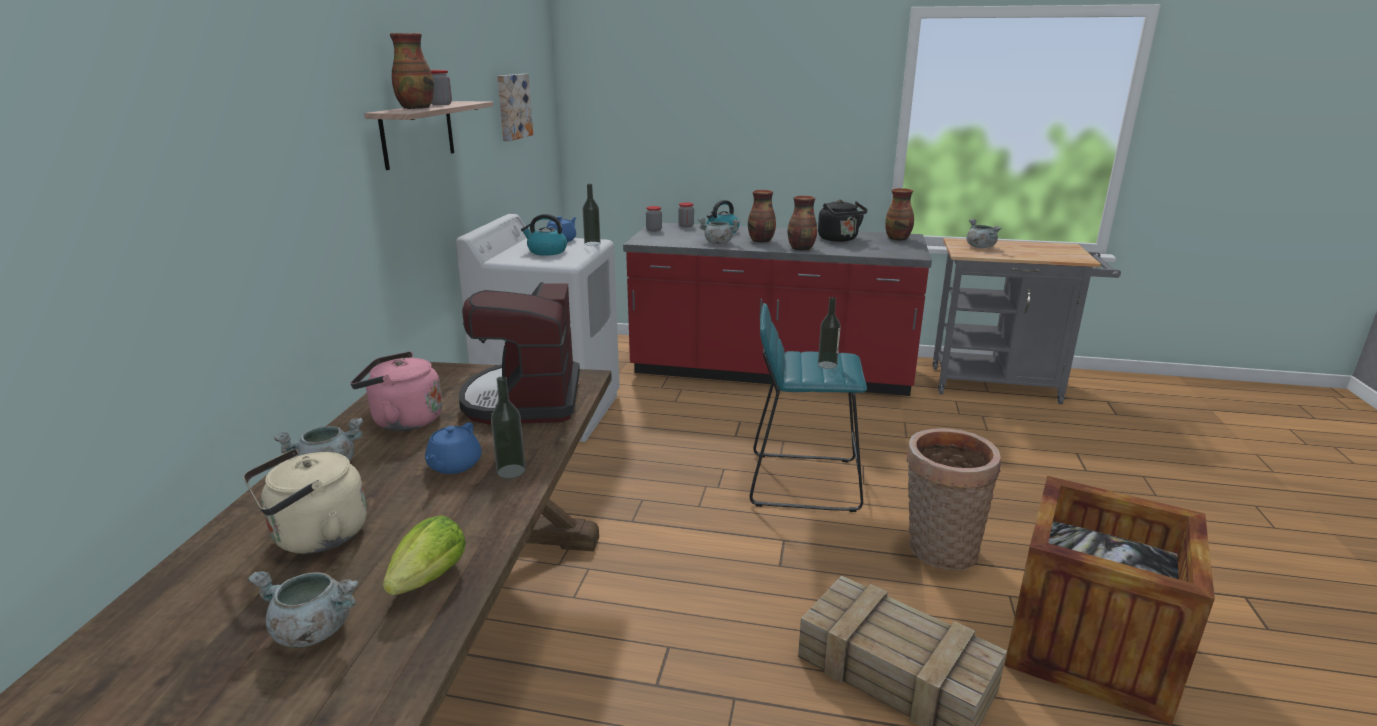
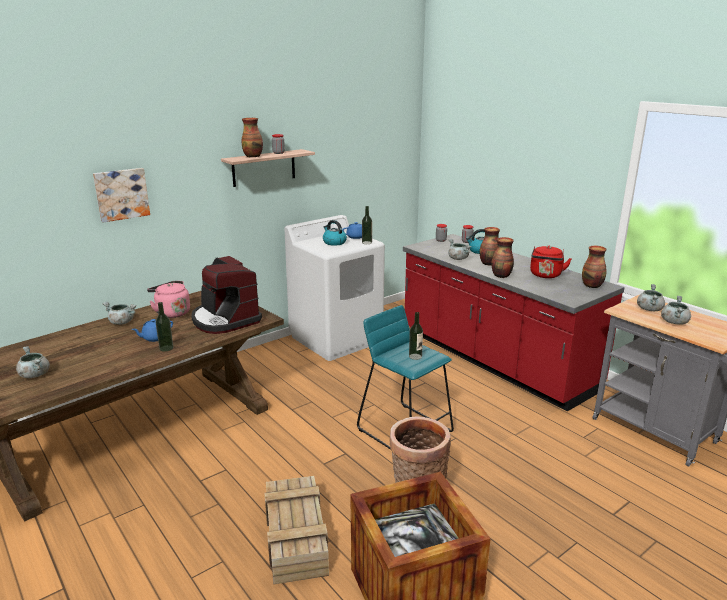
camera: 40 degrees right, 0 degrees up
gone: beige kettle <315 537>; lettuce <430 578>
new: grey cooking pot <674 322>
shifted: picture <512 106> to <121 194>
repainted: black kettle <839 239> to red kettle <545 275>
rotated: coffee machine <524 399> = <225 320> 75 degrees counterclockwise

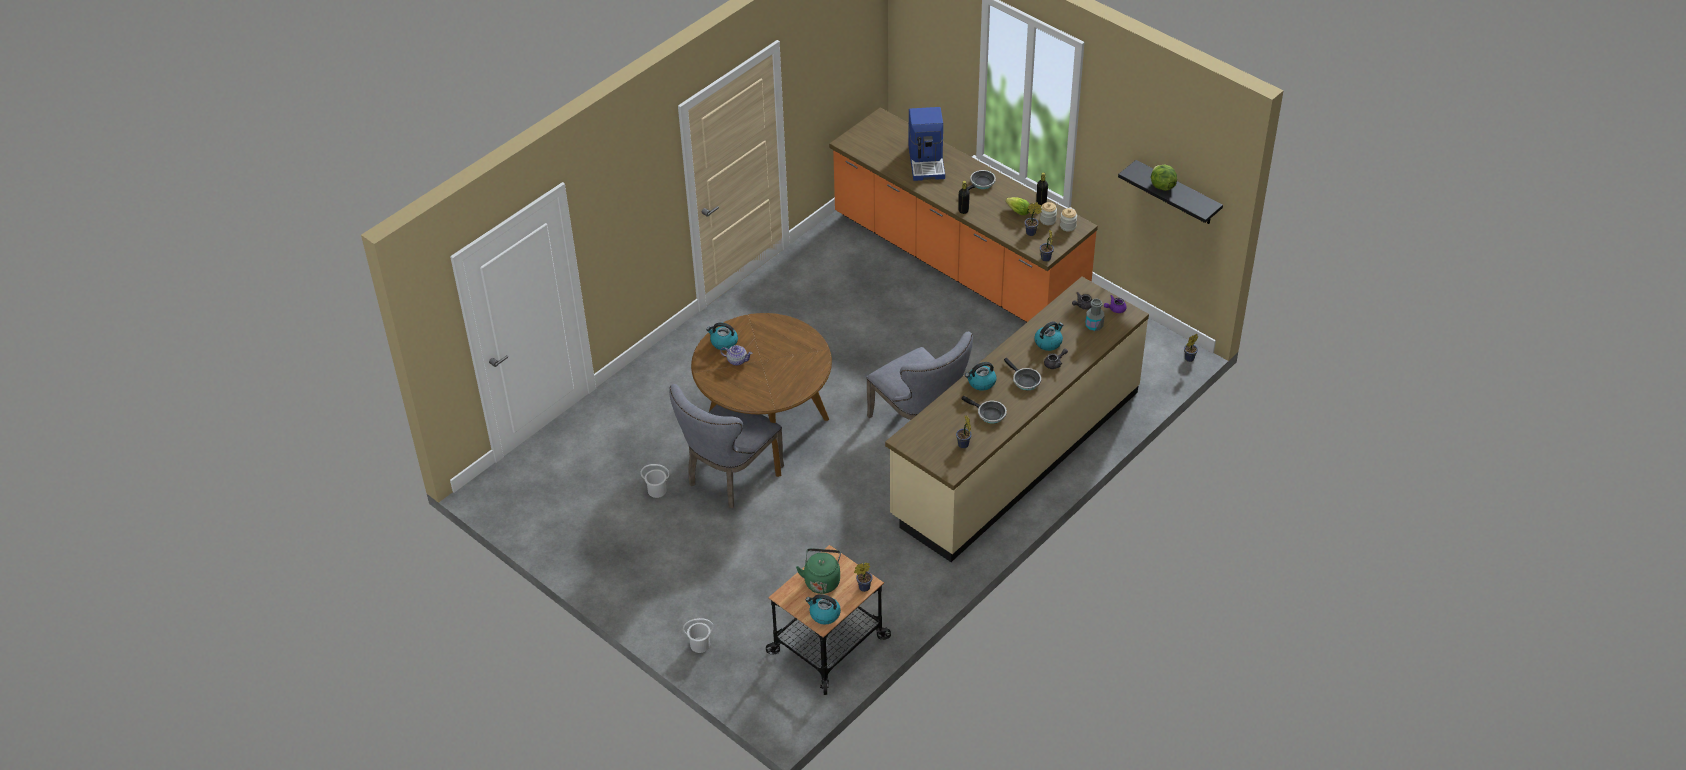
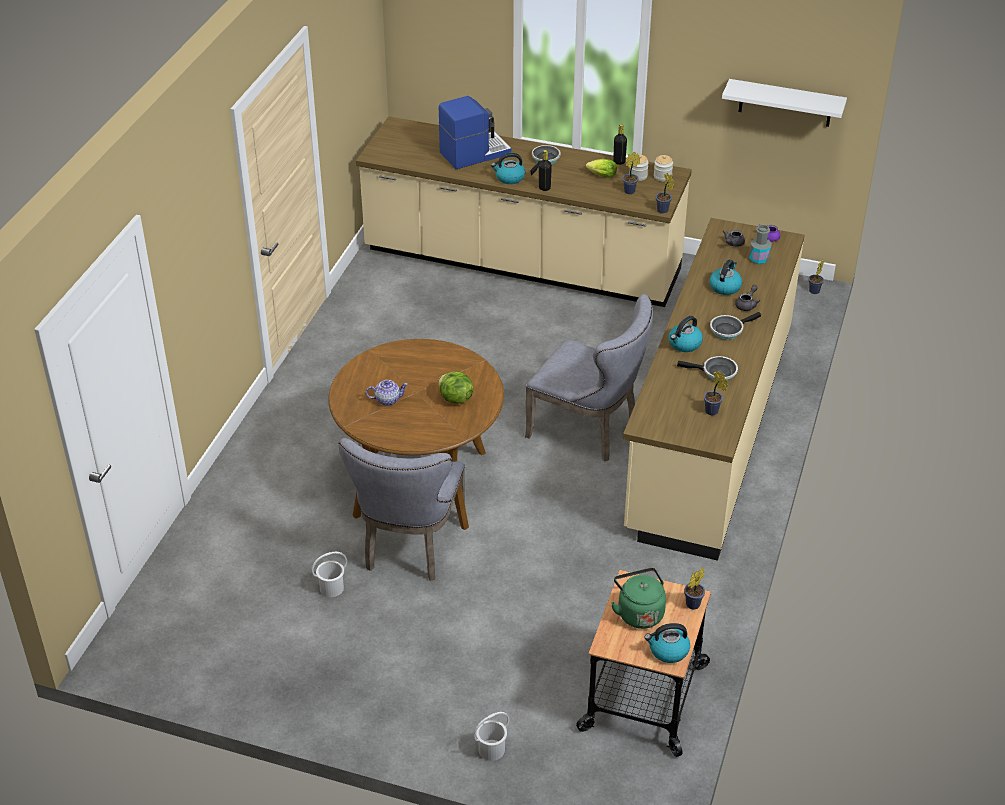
camera: 25 degrees left, 5 degrees down
shifted: lettuce <1162 186> to <455 399>; kettle <723 342> to <509 178>
repainted: orange counter <957 262> to beige counter <522 263>; black shelf <1177 193> to white shelf <785 103>
rotated: coffee machine <927 161> = <474 153> 90 degrees counterclockwise; frying pan <1024 380> = <728 329> 120 degrees clockwise

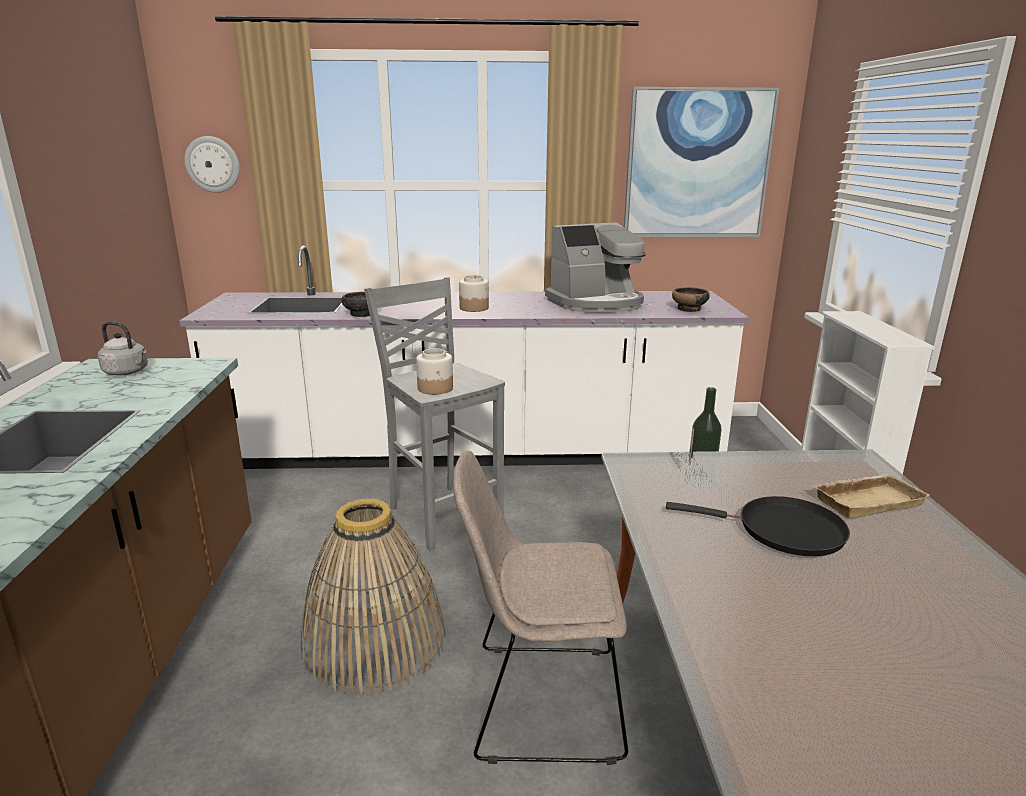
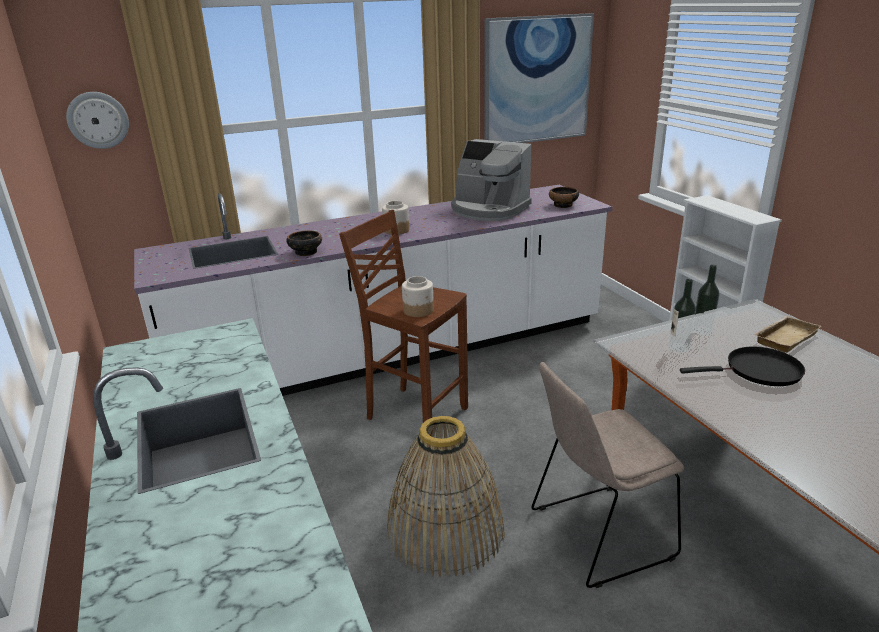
camera: 20 degrees left, 5 degrees up
gone: grey kettle <128 372>
new: bottle <702 331>
repainted: grey stool <442 514> to brown stool <414 413>
rotated: coffee machine <596 303> = <488 210> 75 degrees clockwise

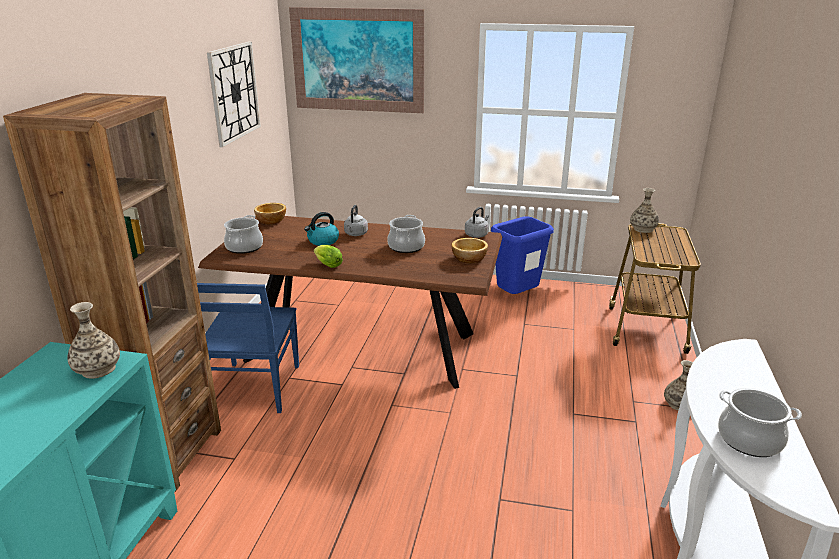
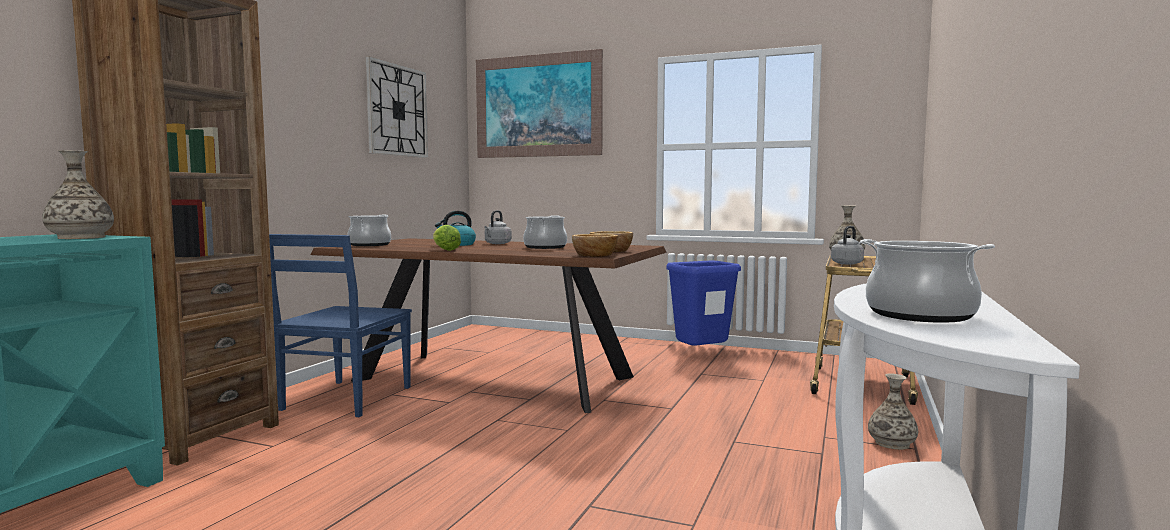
camera: 10 degrees right, 20 degrees down
shifted: bowl <271 221> to <595 255>; grey kettle <477 234> to <847 263>

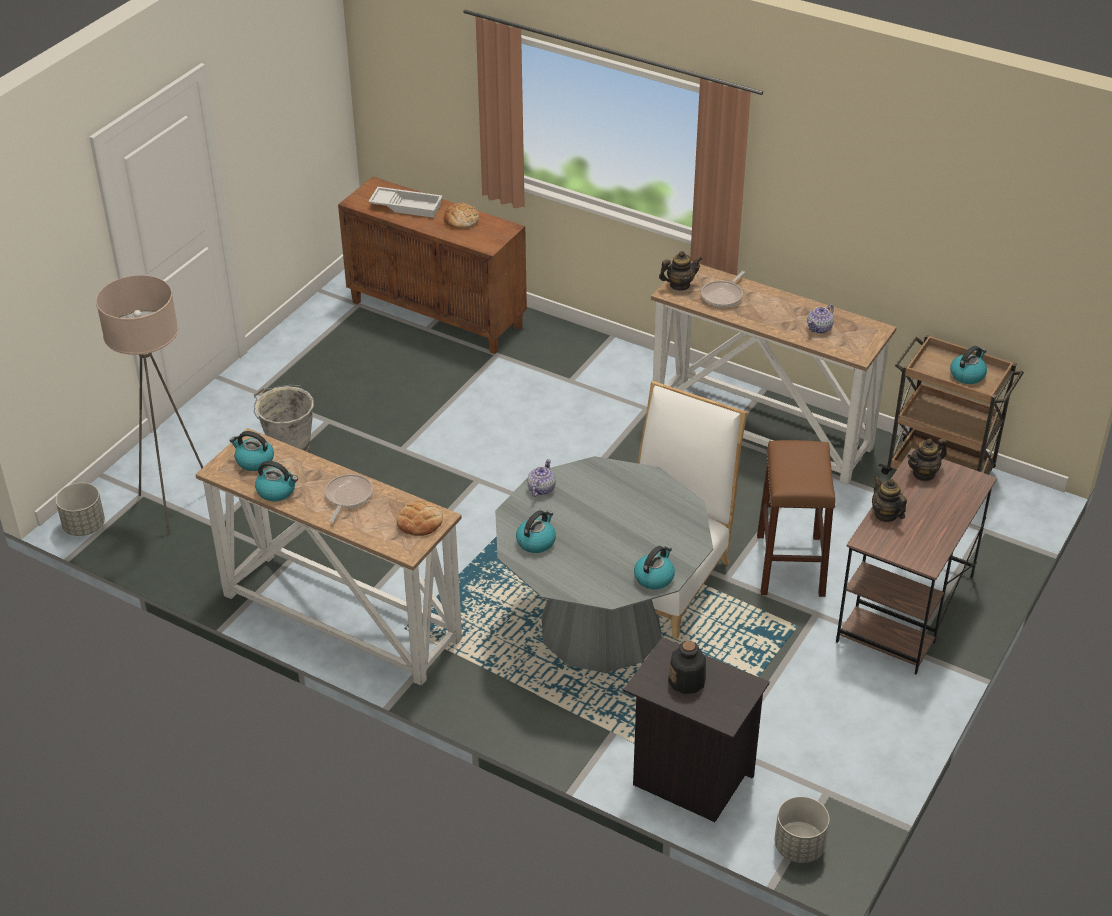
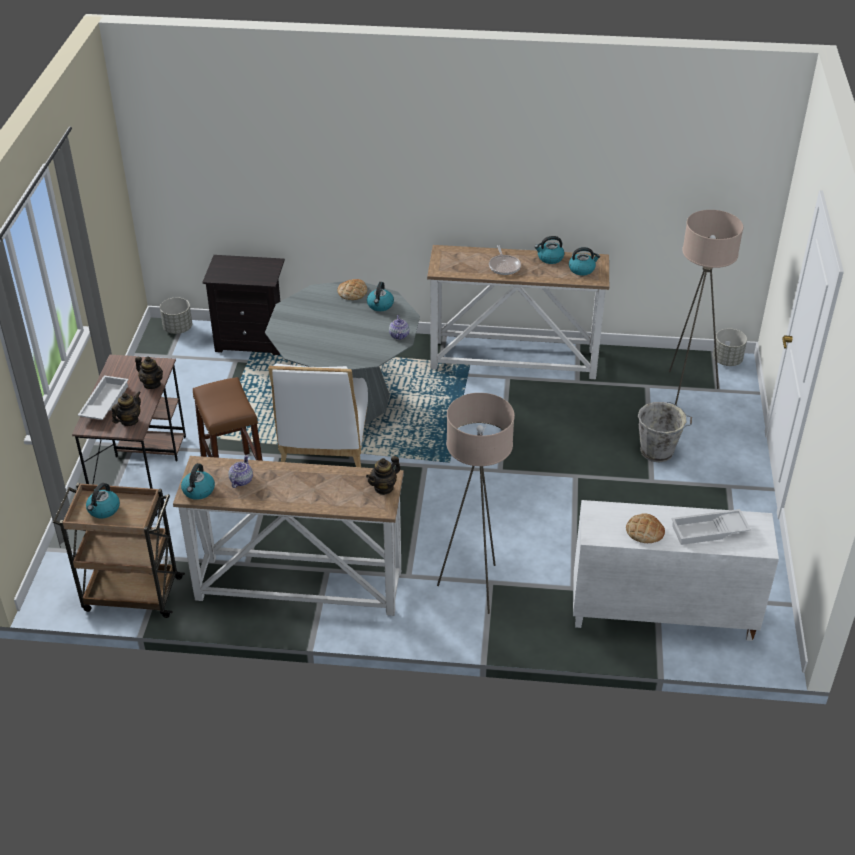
camera: 155 degrees right, 0 degrees up
gone: bottle <687 681>; frying pan <723 296>
new: white tray <104 402>; beige floor lamp <474 587>
shifted: kettle <654 577> to <198 491>; bread <420 522> to <352 292>
repainted: brown cabinet <438 314> to white cabinet <661 614>

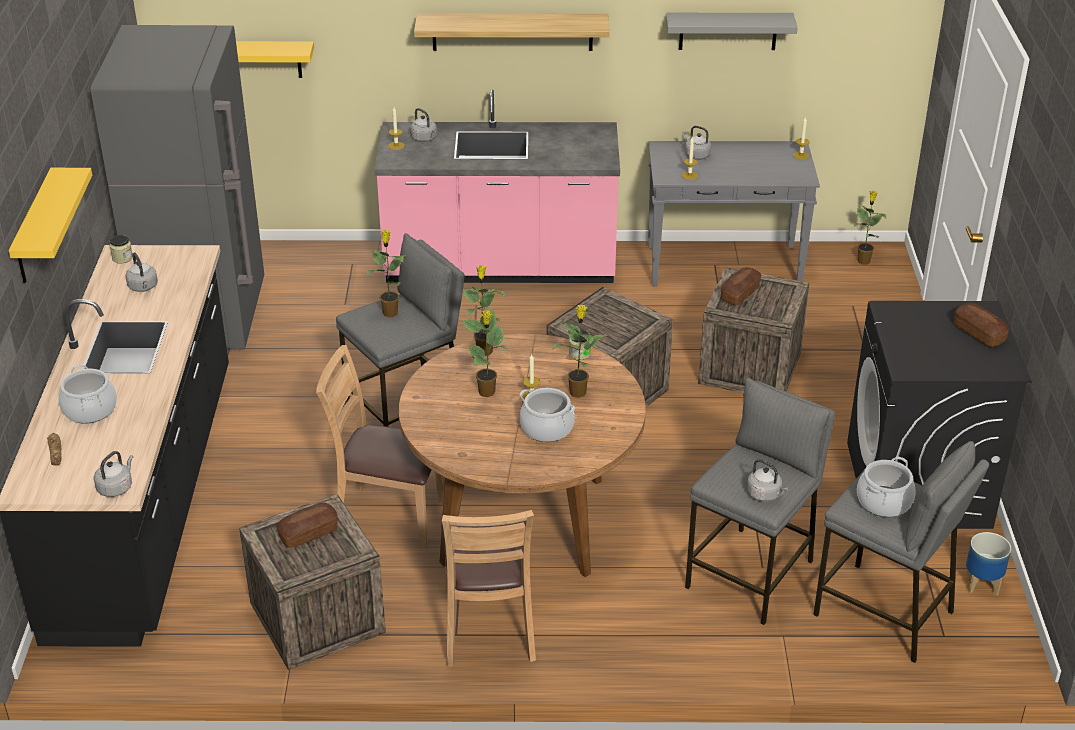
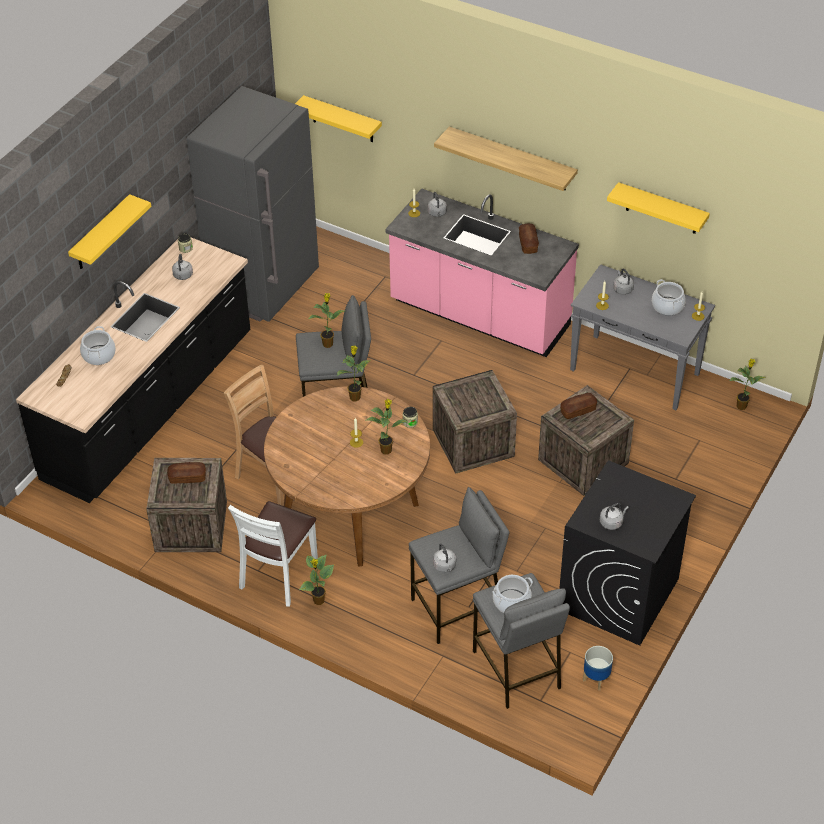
camera: 30 degrees right, 10 degrees up
shifted: potted plant <487 393> to <318 601>; bread <979 333> to <528 243>; grey kettle <116 487> to <612 522>; cooking pot <547 428> to <667 306>
repainted: brown chair <488 627> to white chair <278 574>; grey shelf <728 31> to yellow shelf <662 209>

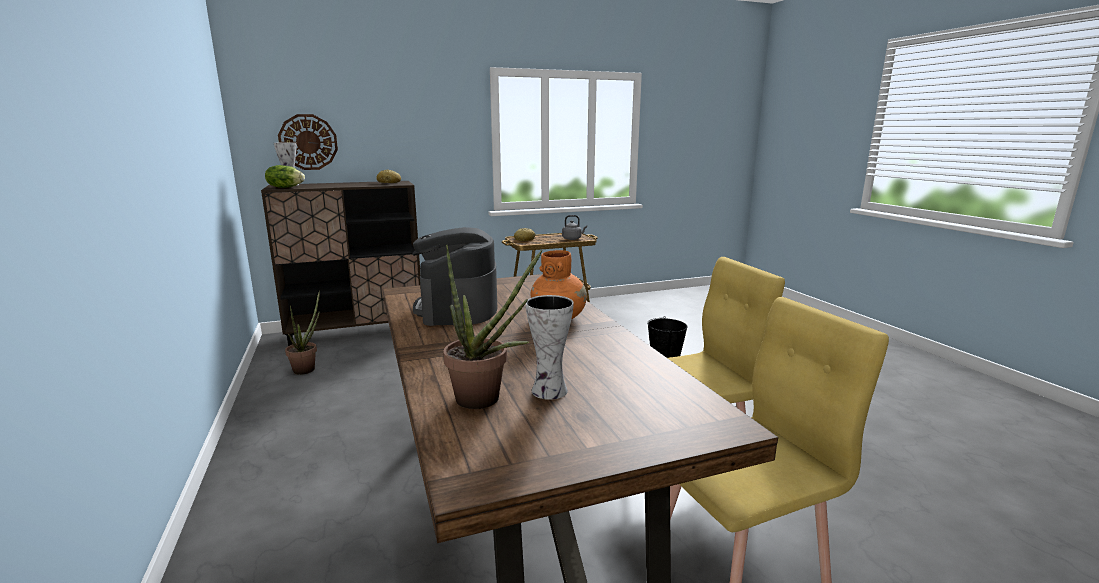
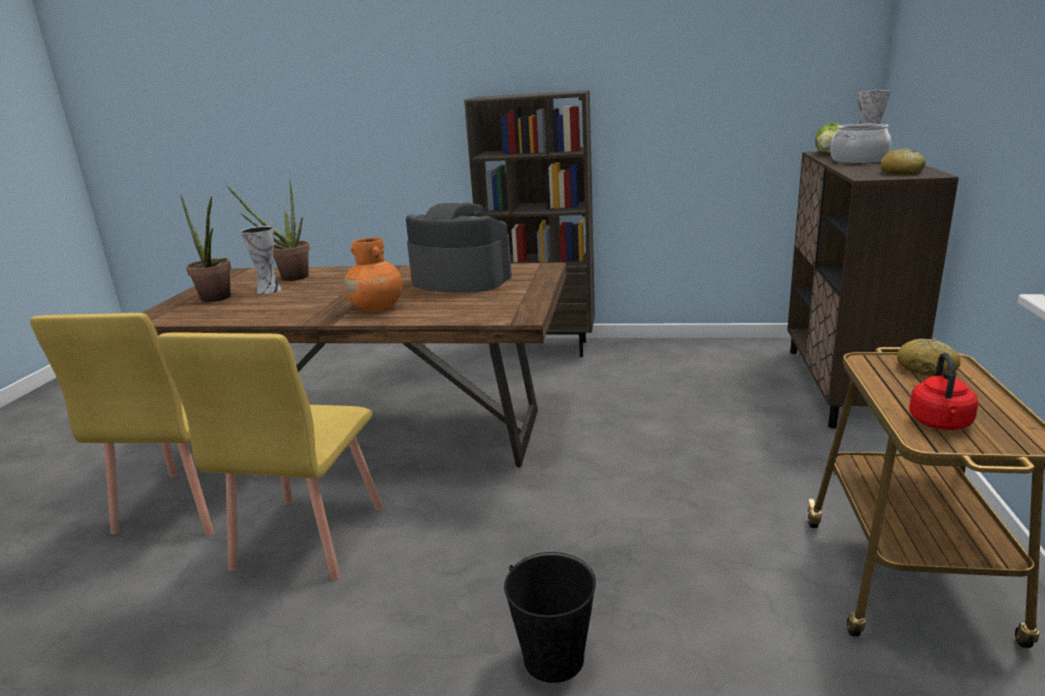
camera: 120 degrees right, 5 degrees up
gone: wall clock <308 142>
new: brown bookcase <542 348>; cooking pot <858 160>
shifted: potted plant <307 368> to <218 299>
repainted: grey kettle <572 239> to red kettle <940 424>

